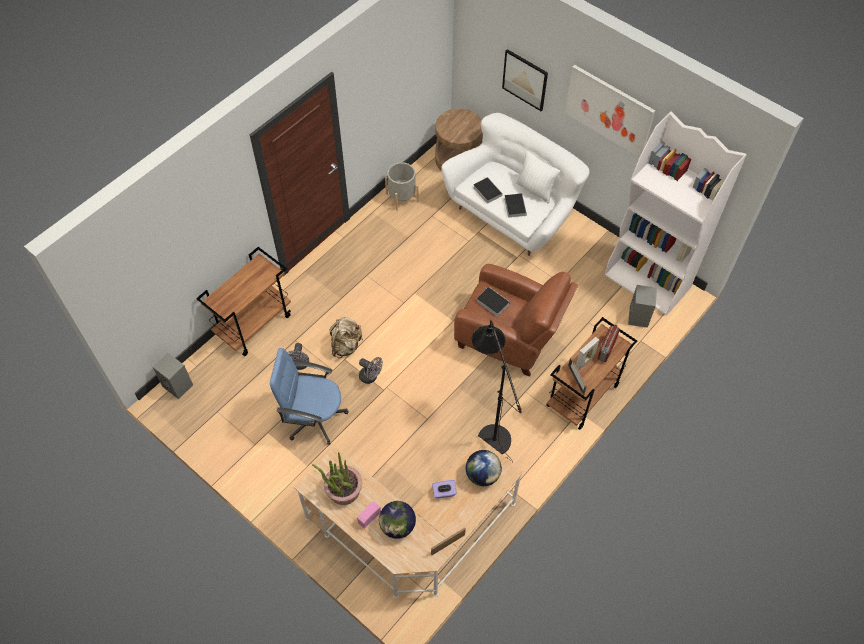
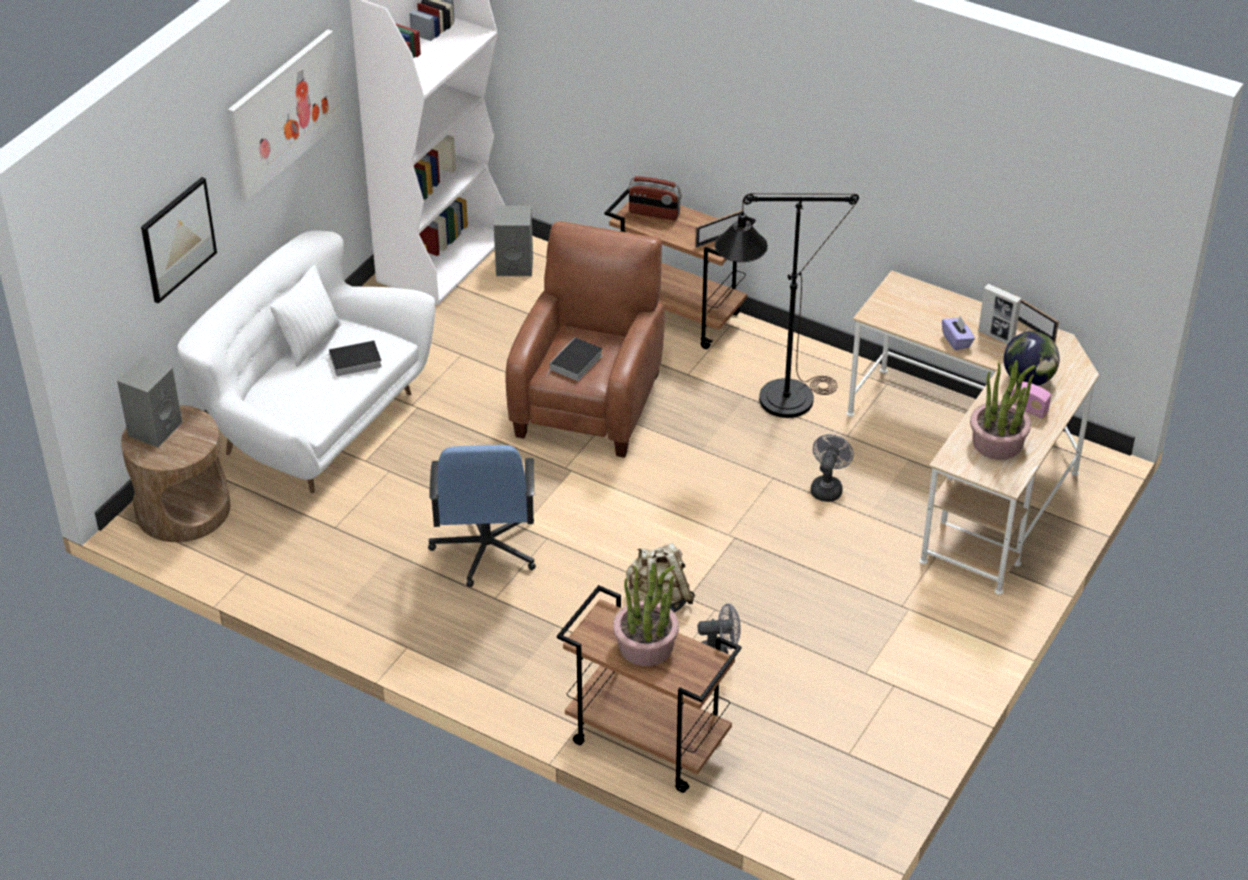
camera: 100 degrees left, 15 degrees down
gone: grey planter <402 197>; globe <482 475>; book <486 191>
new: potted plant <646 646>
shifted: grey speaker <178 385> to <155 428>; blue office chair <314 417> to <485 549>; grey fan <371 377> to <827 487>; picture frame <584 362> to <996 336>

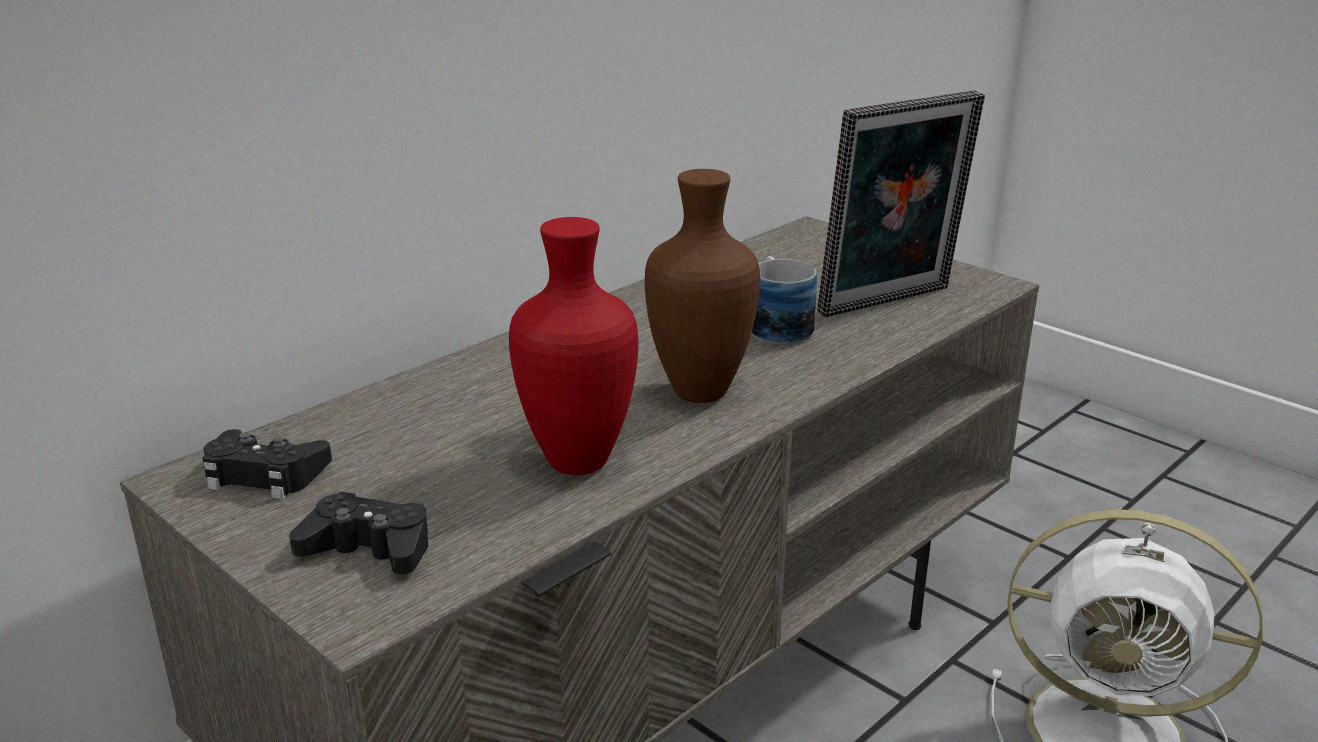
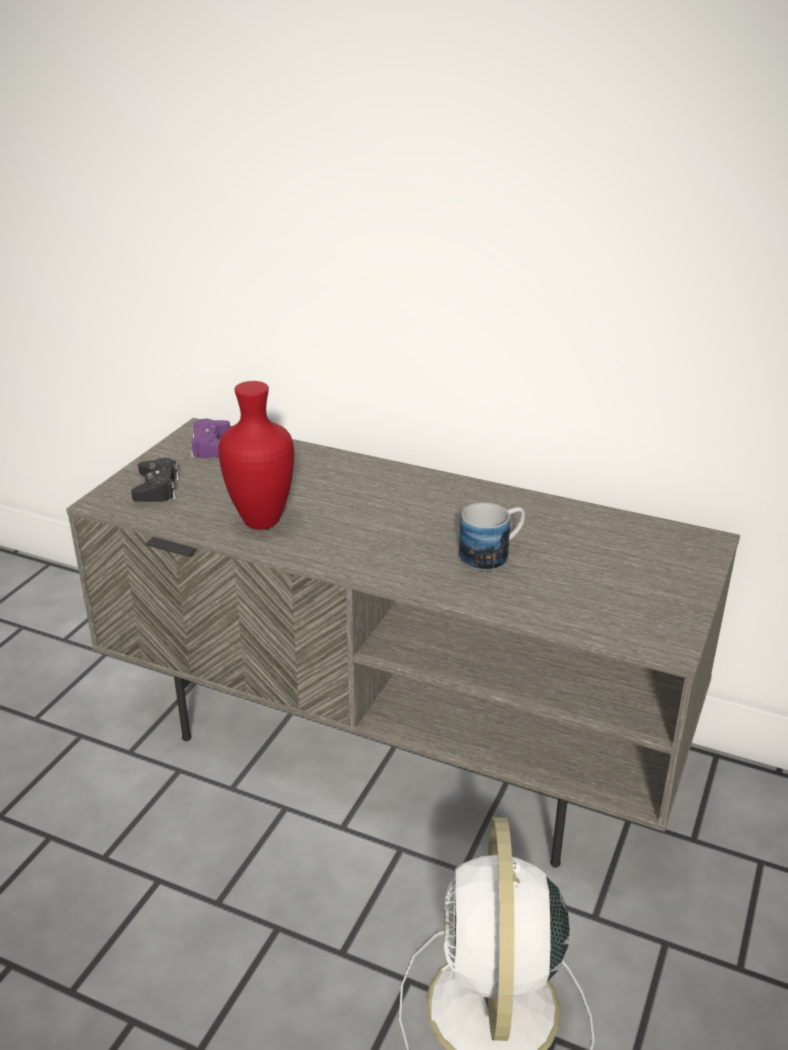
camera: 70 degrees right, 5 degrees up
gone: brown vase <696 392>; picture frame <890 303>
repainted: black game controller <264 474> to purple game controller <211 446>

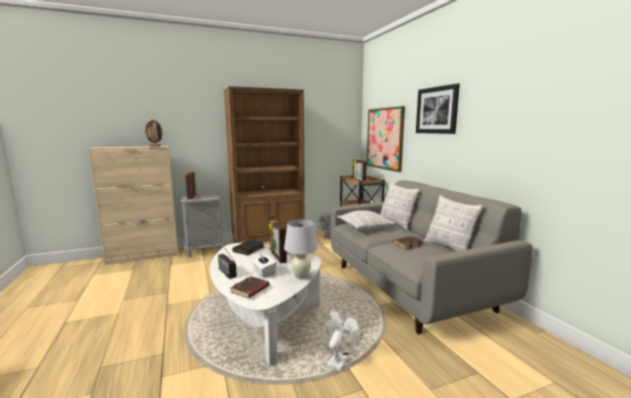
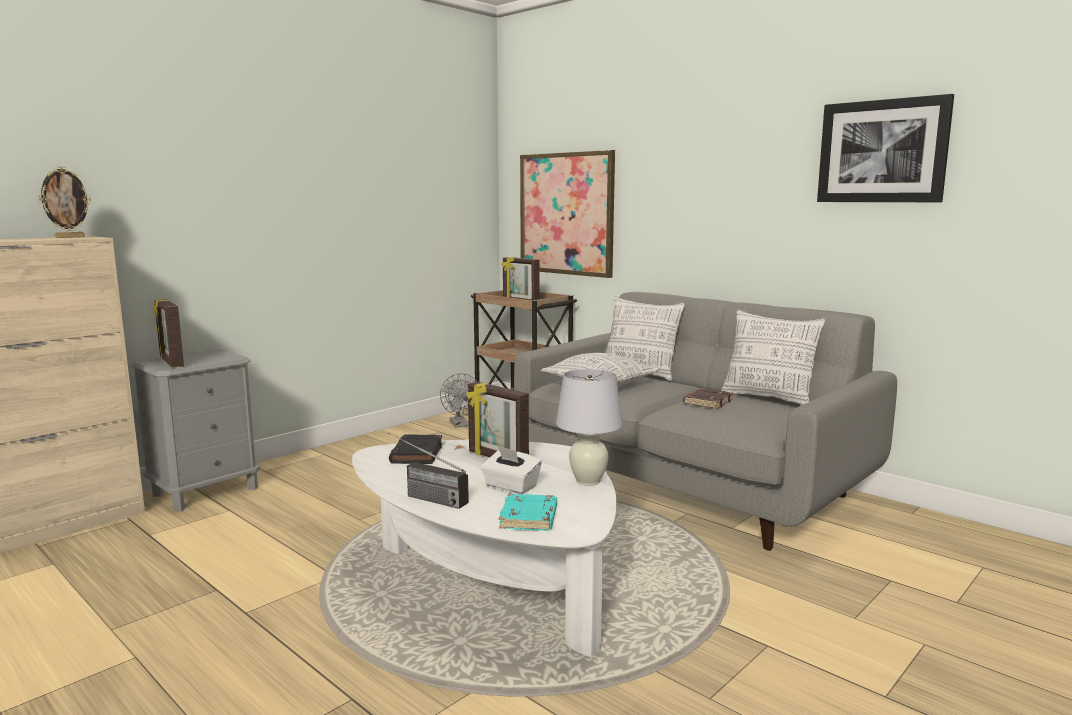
camera: 25 degrees left, 0 degrees up
gone: brown bookcase <269 243>; white fan <339 359>
shifted: picture <437 110> to <882 151>
repainted: brown book <250 290> to turquoise book <529 518>

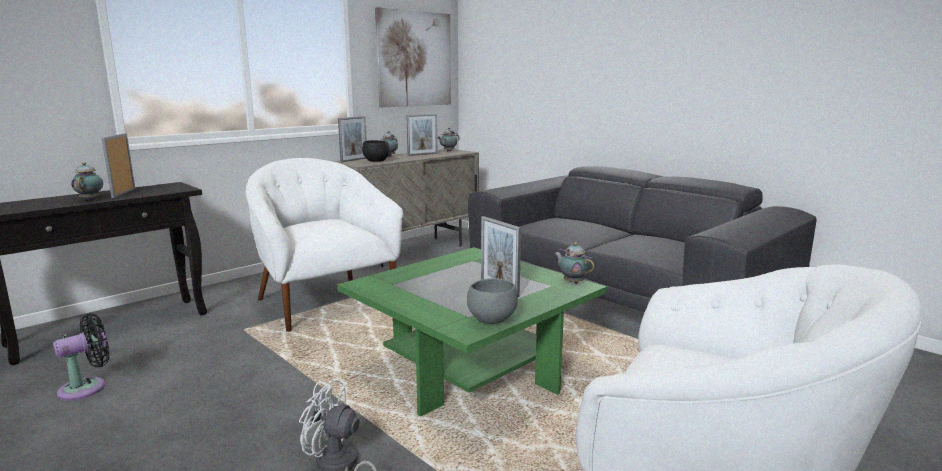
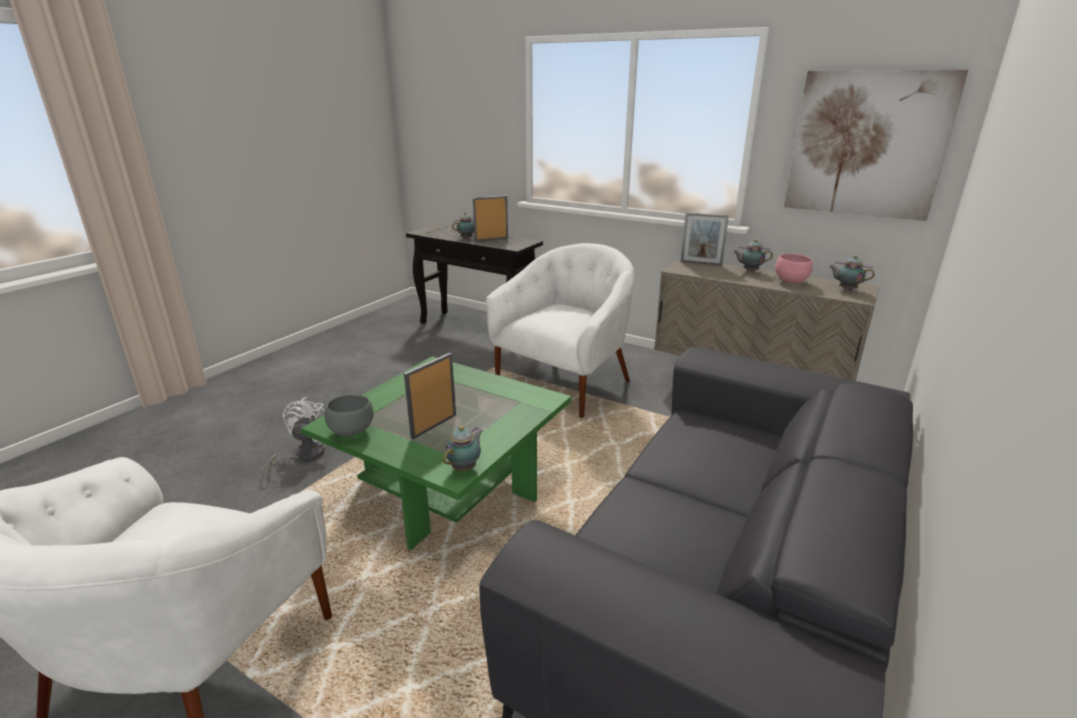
camera: 75 degrees right, 10 degrees up
gone: black fan <87 387>; black bowl <377 161>
swapped: picture frame <422 154> to pink bowl <792 282>

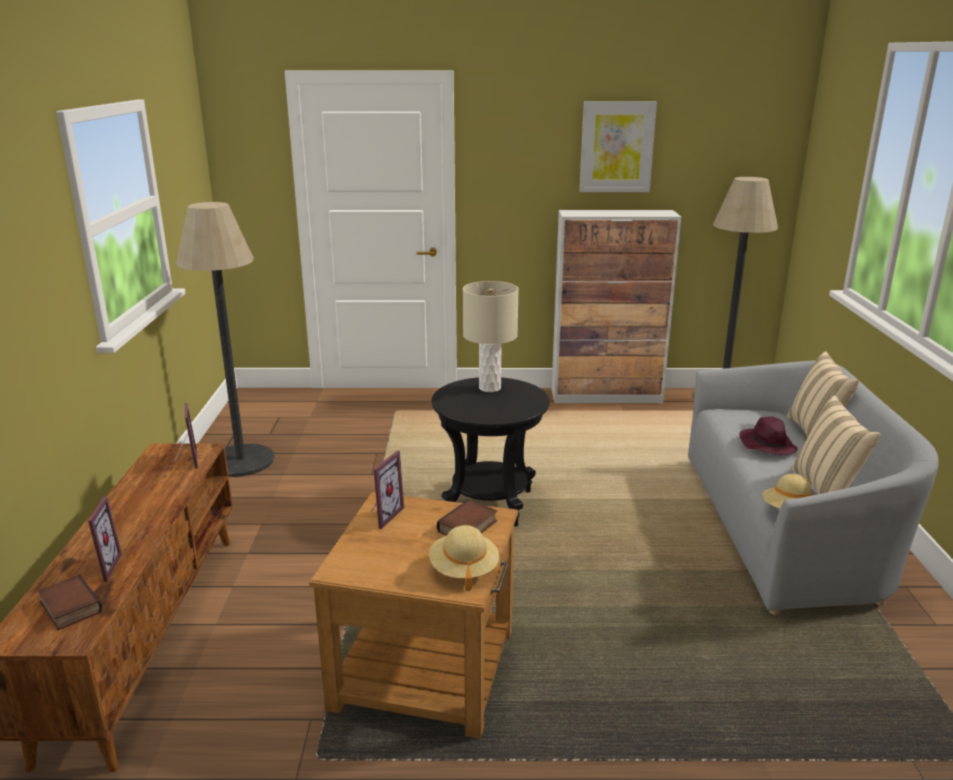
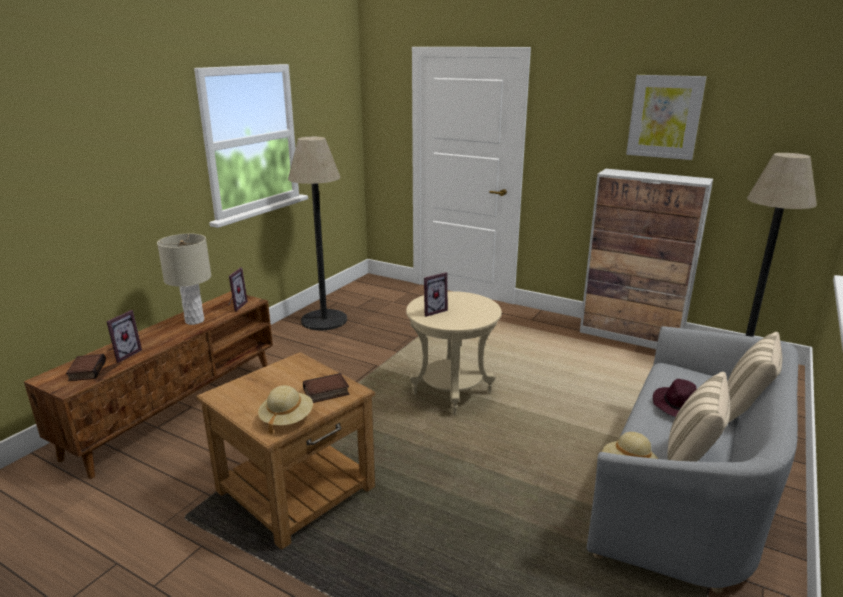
camera: 30 degrees right, 0 degrees up
shifted: beige table lamp <489 388> to <194 320>; picture frame <382 515> to <432 311>
repainted: black side table <489 504> to beige side table <451 393>

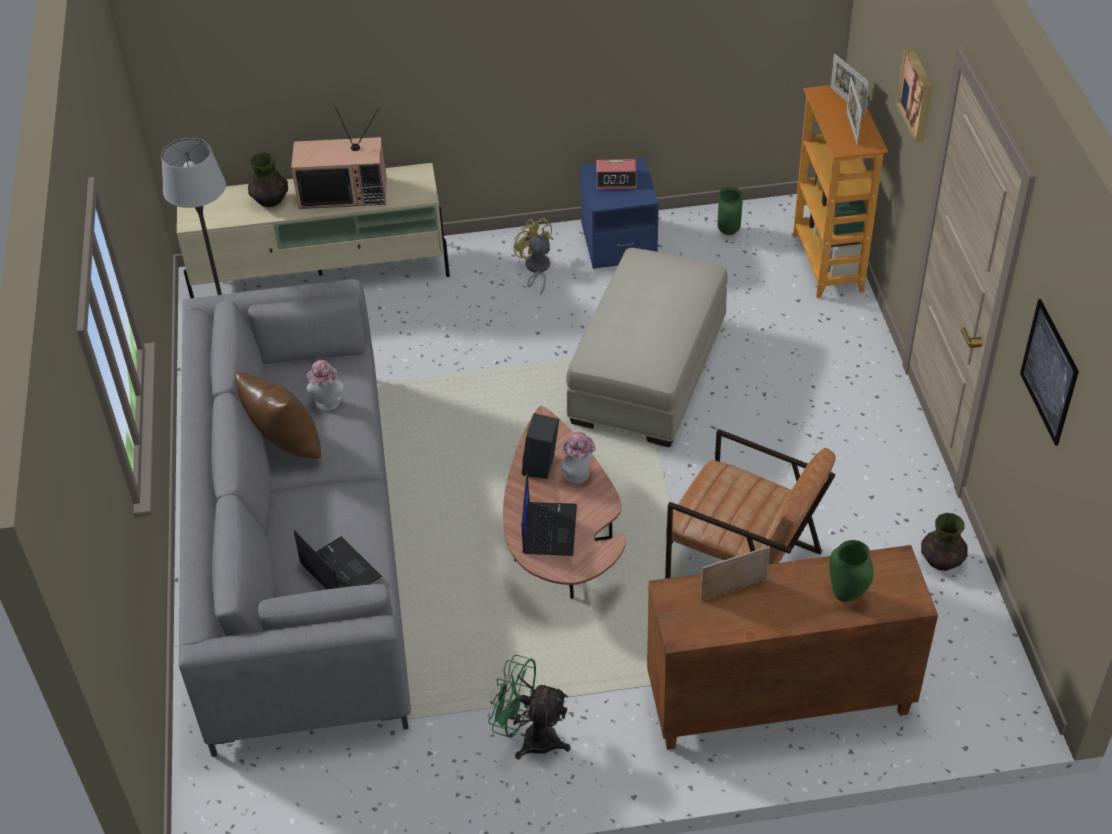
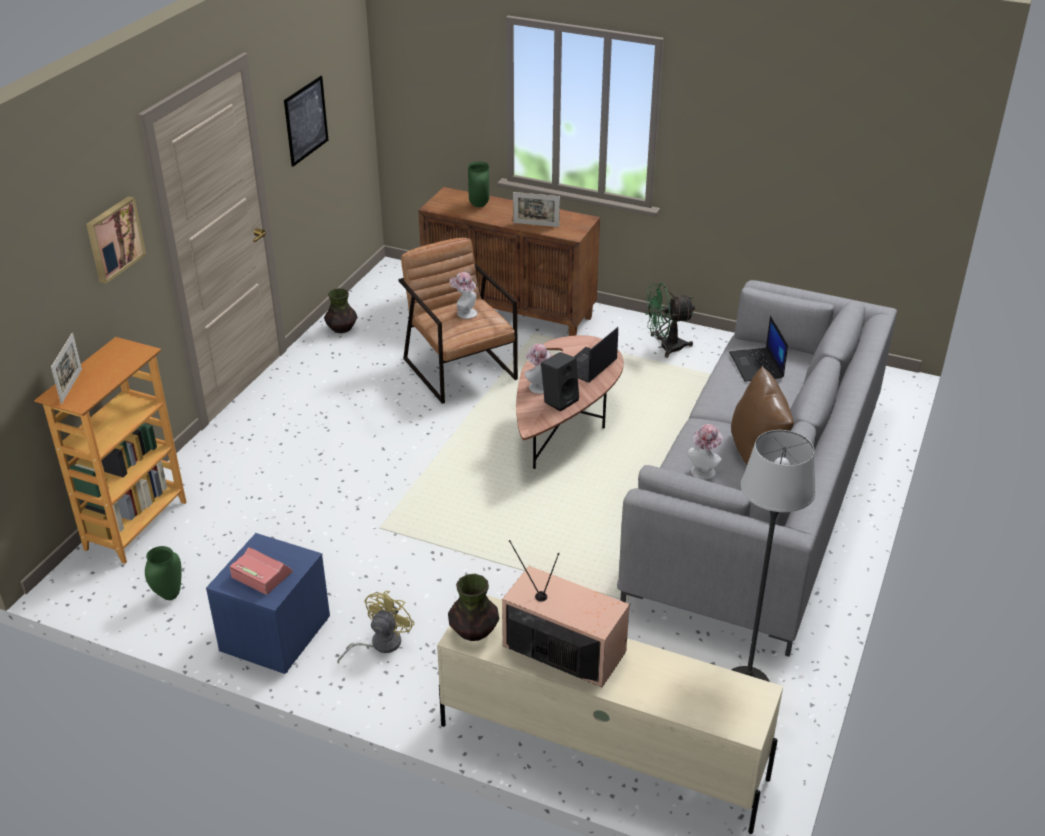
camera: 150 degrees left, 10 degrees down
gone: beige ottoman <648 371>; picture frame <852 127>
new: hat <464 313>
shifted: vase <270 201> to <474 631>
rotated: yellow fan <536 269> = <379 644> 150 degrees counterclockwise; green fan <531 738> = <665 347> 120 degrees clockwise

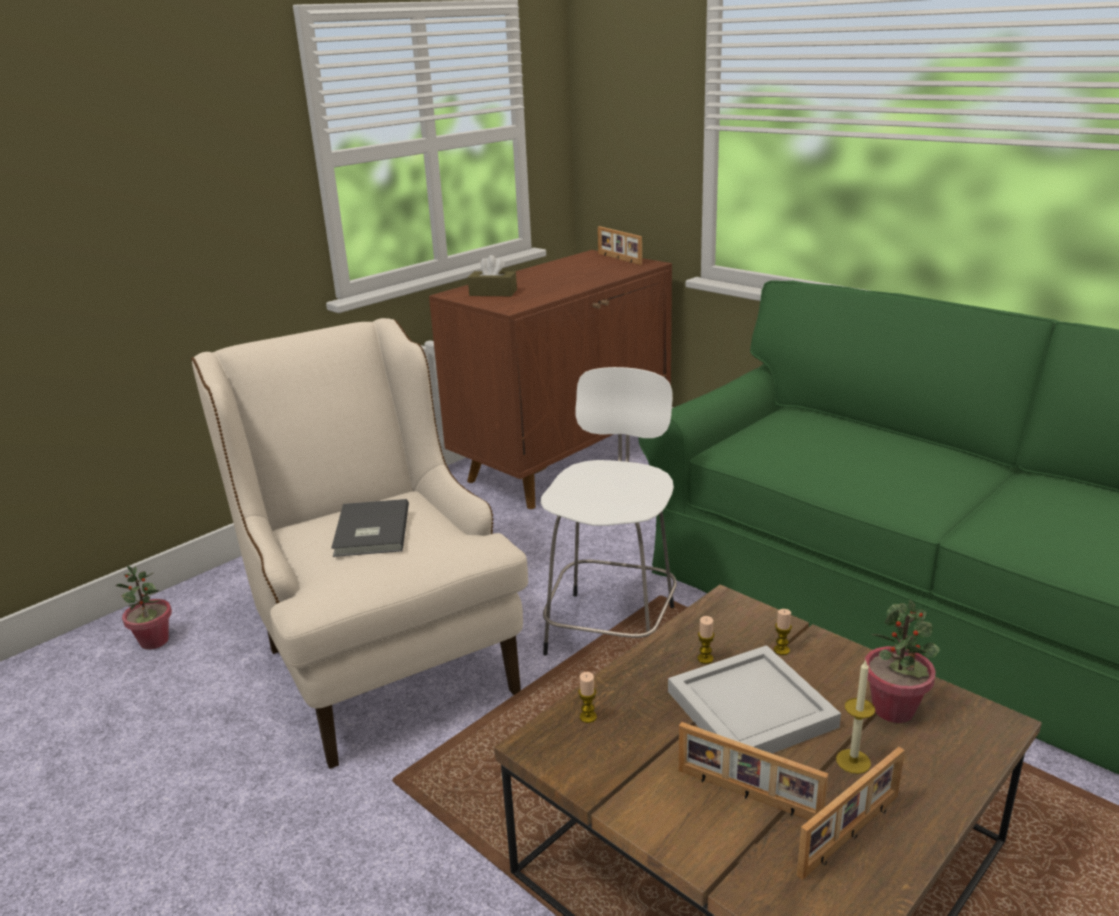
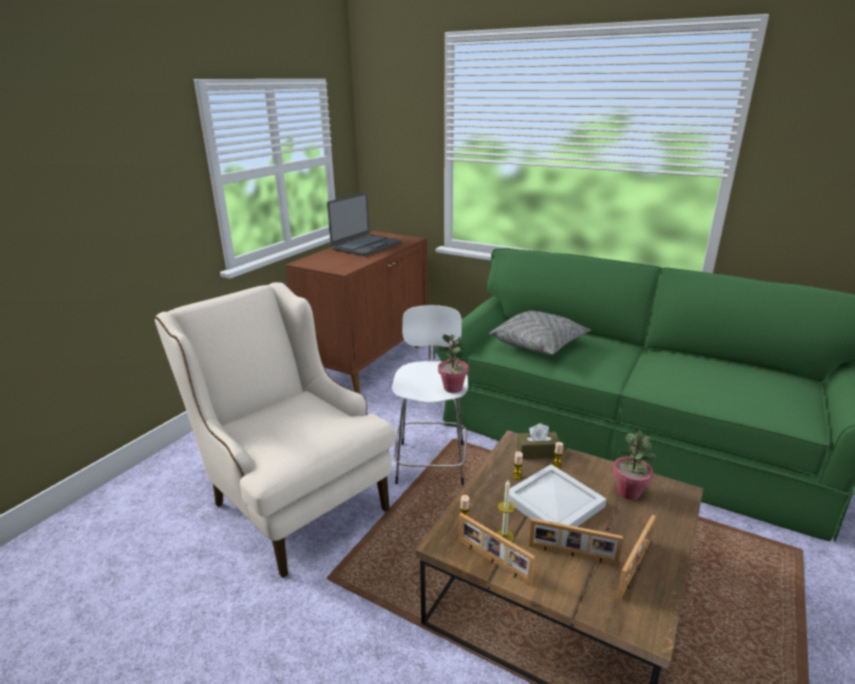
camera: 15 degrees left, 0 degrees up
gone: grey book <369 531>
new: laptop <366 246>; grey pillow <538 344>
shifted: potted plant <154 641> to <453 388>; picture frame <618 259> to <493 562>; candle <853 761> to <504 537>; brown tissue box <493 293> to <537 452>

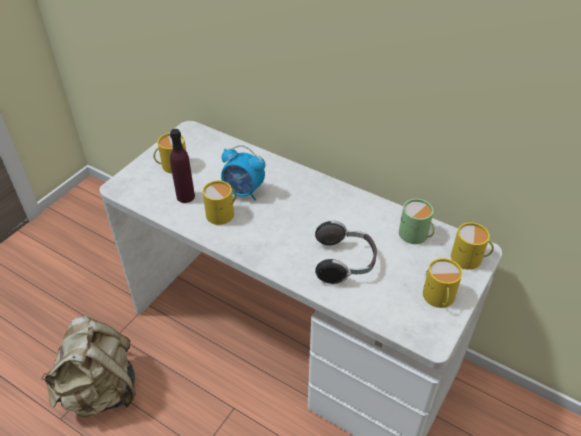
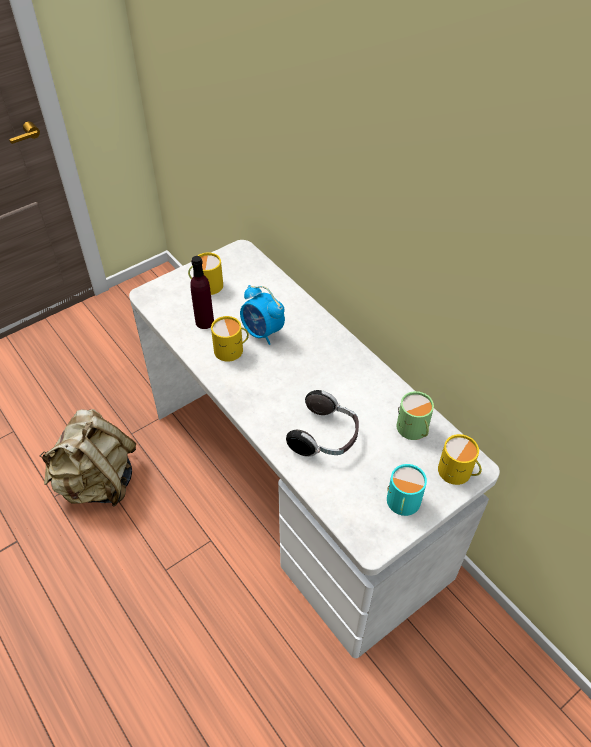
camera: 20 degrees right, 5 degrees up
repainted: yellow mug <438 298> to turquoise mug <402 503>

